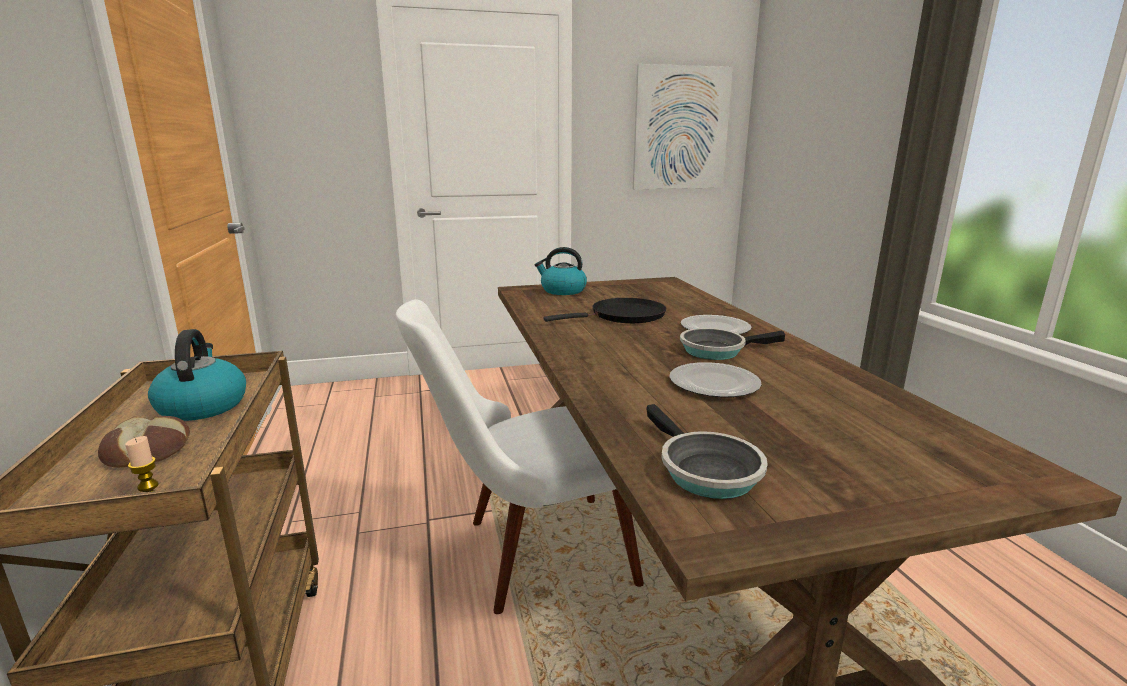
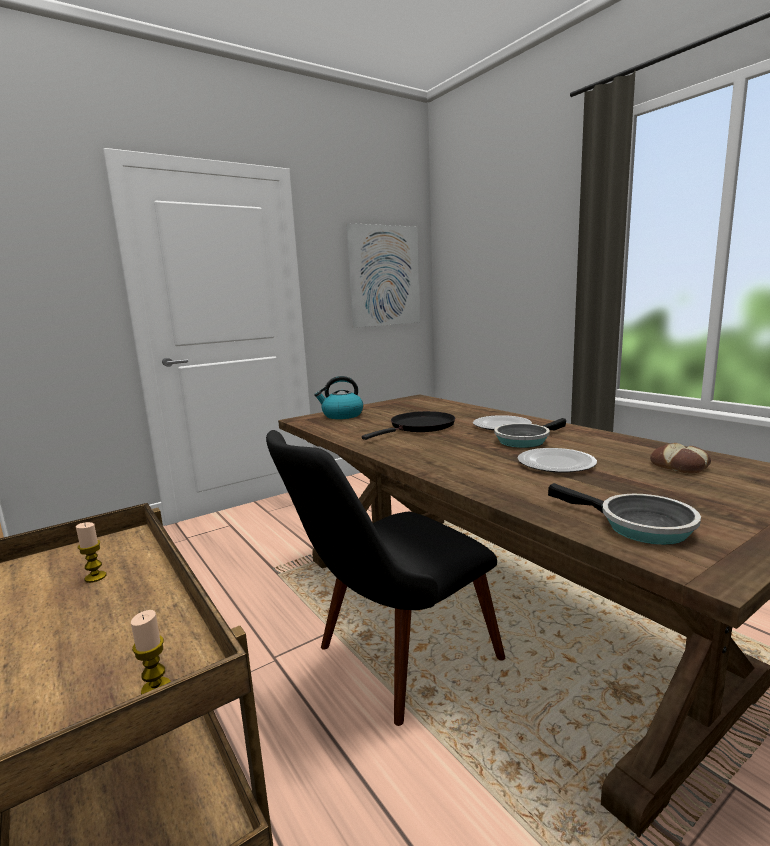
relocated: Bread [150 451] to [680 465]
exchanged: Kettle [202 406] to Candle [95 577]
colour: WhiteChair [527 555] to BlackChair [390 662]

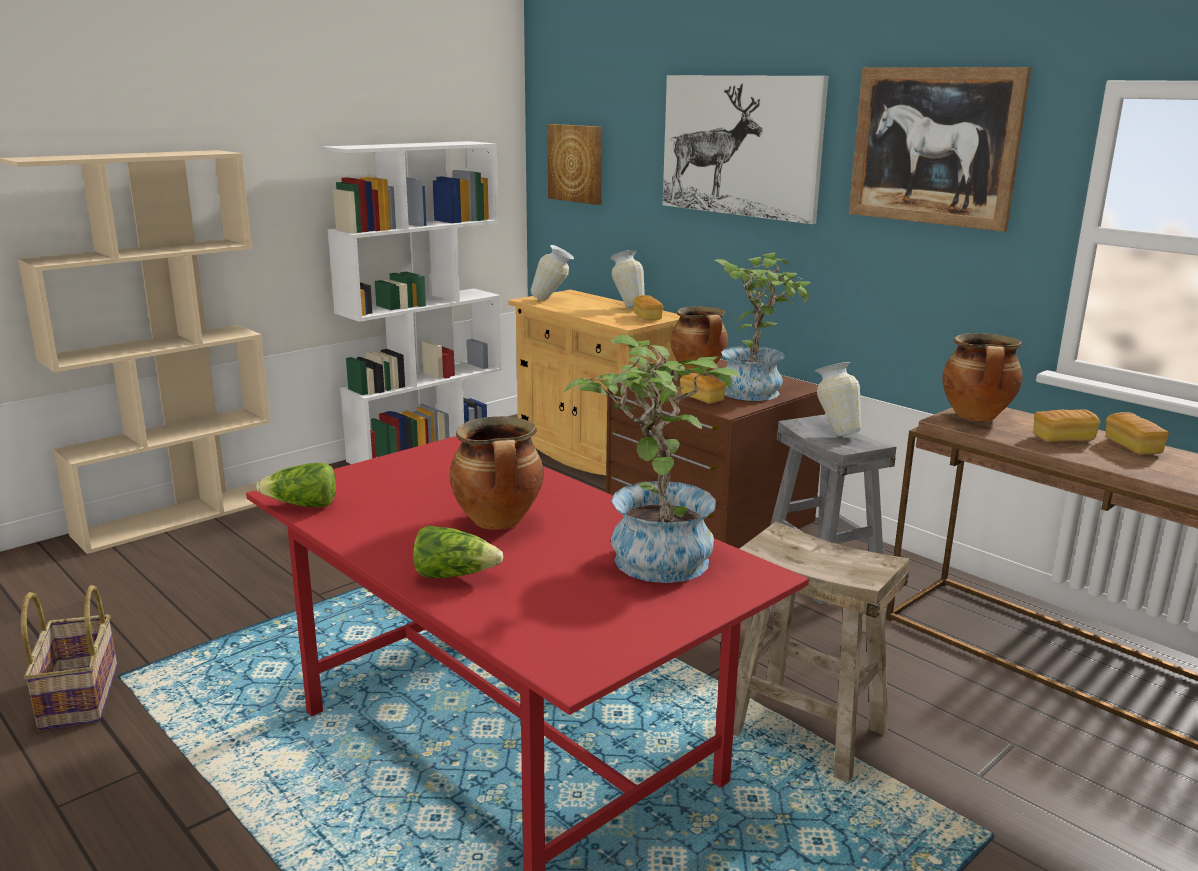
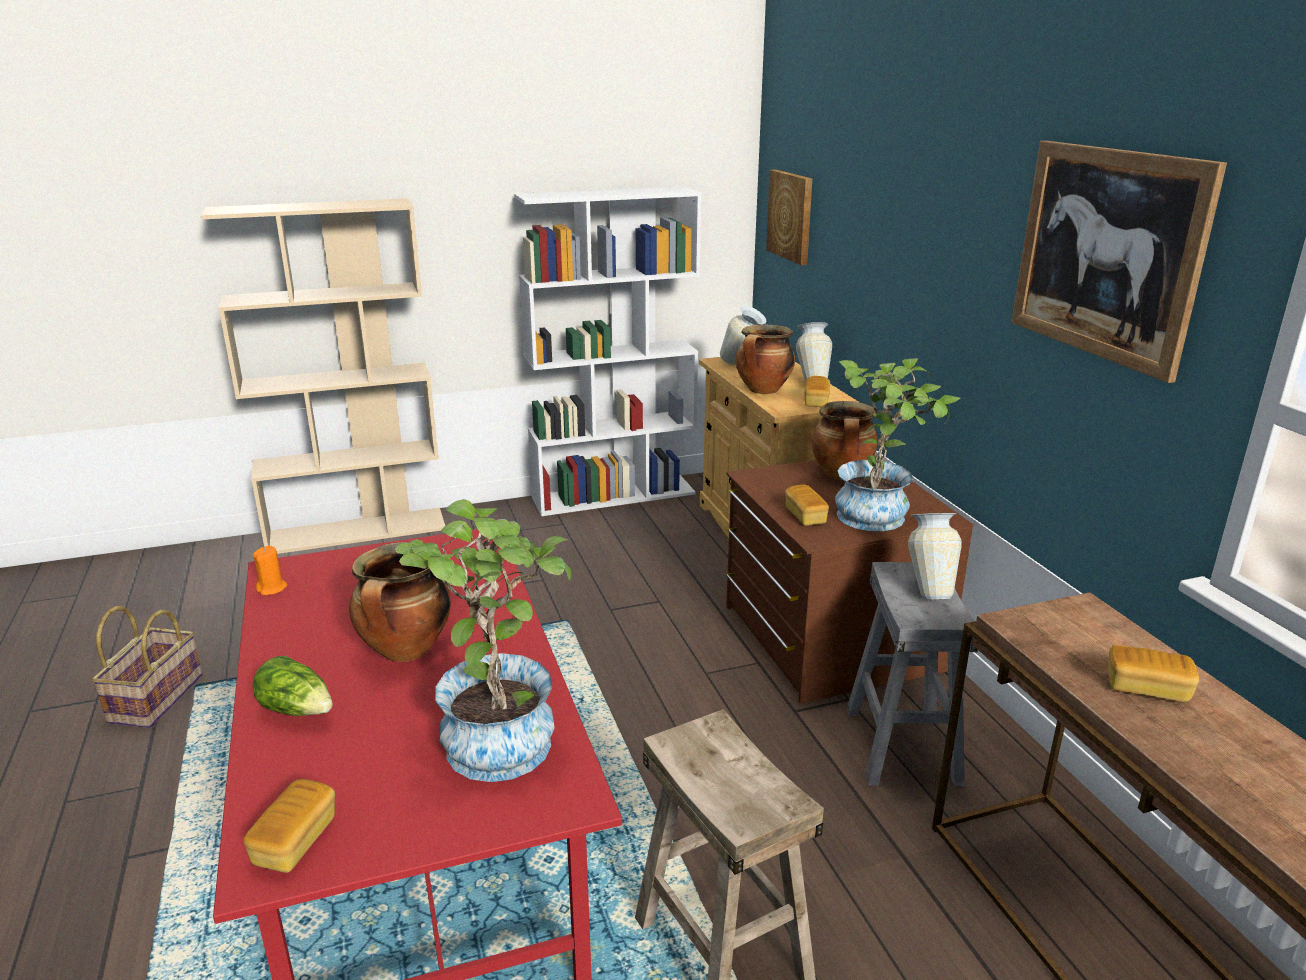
missing: Picture [740 146]
relocated: CookingPot [977 417] to [763 391]; Bread [1132 447] to [295 841]
exchanged: Lettuce [302 505] to OrangeCandle [272 588]

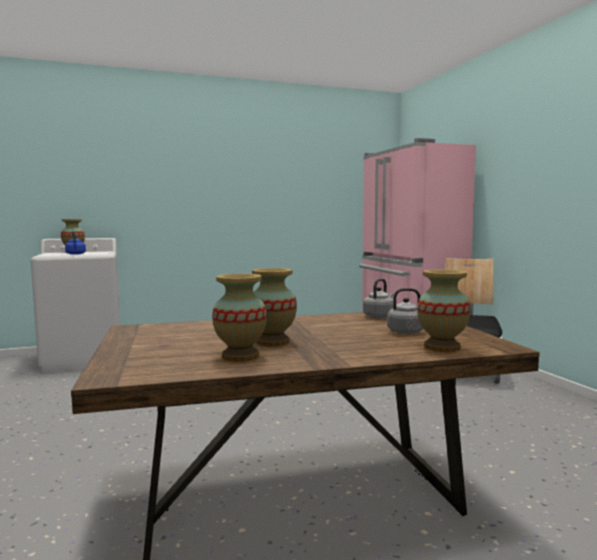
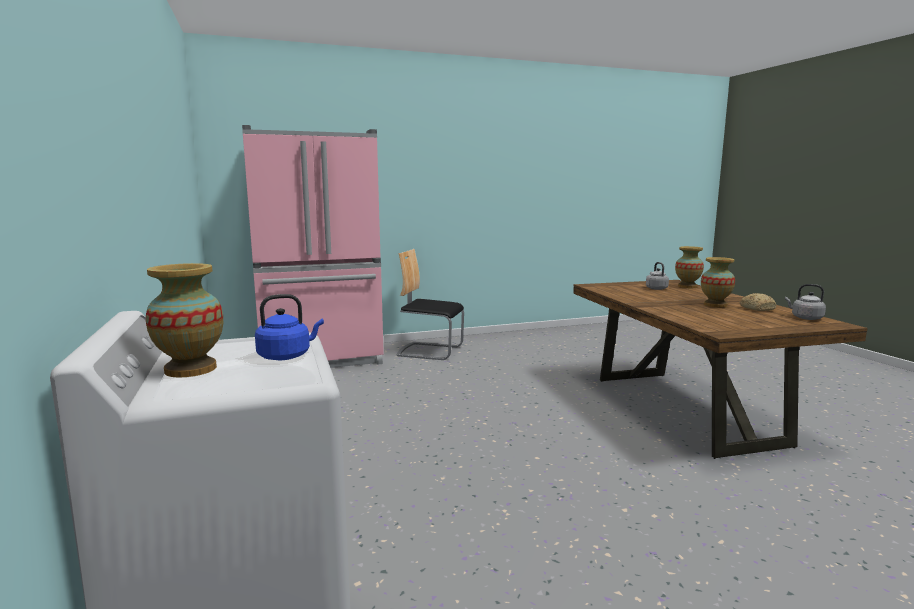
relocated: GreyKettle [379 316] to [805 318]
exchanged: Vase [240 356] to Bread [757 308]

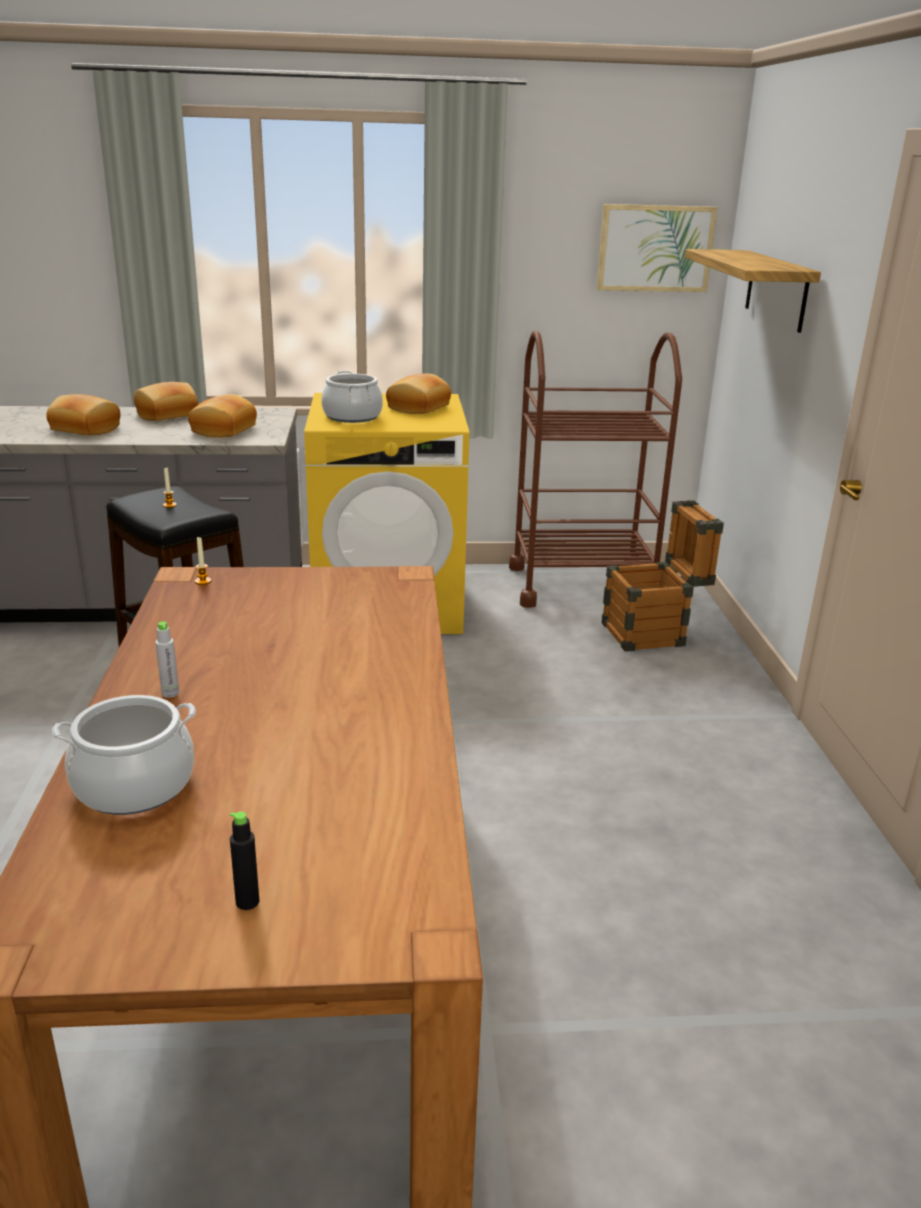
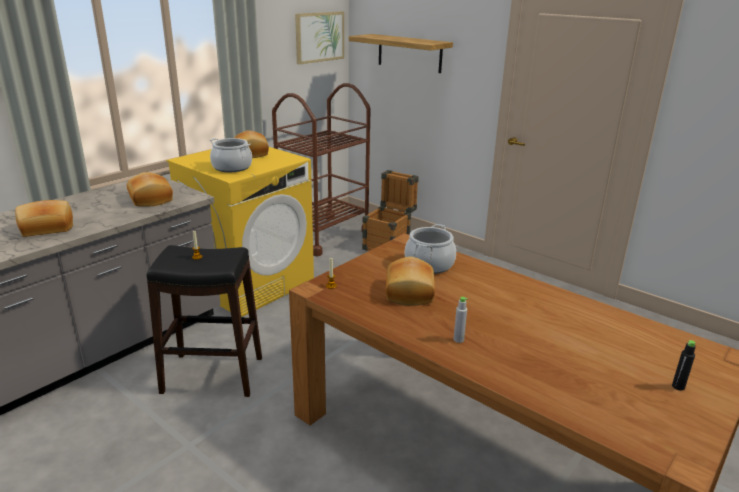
relocated: CookingPot [134 786] to [429 264]; Bread [167 415] to [411 292]

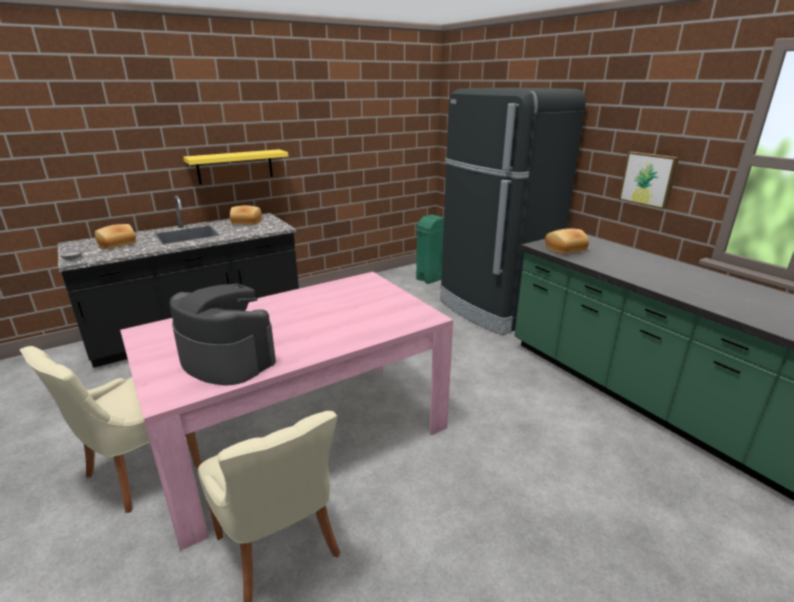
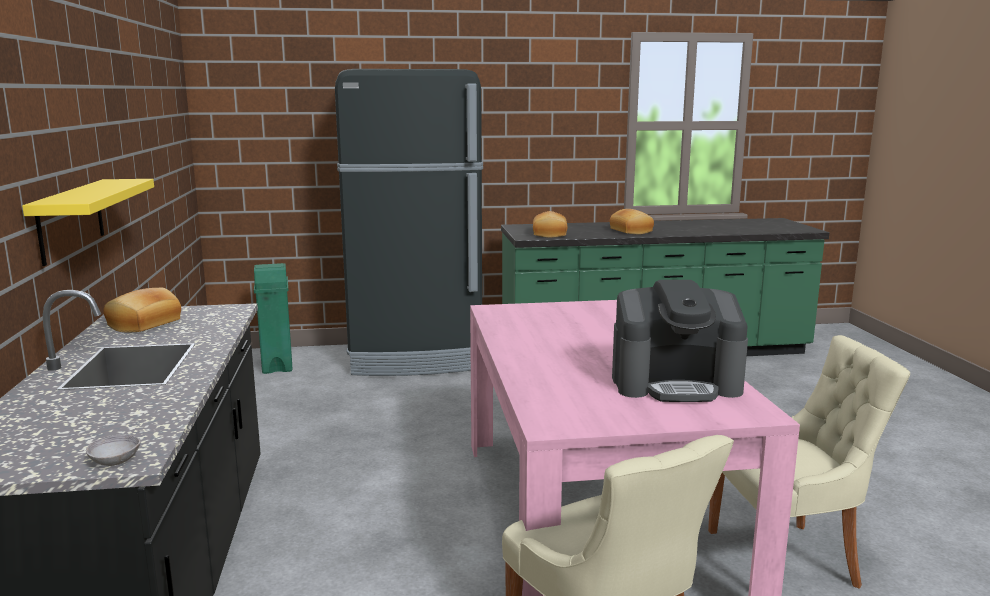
missing: Picture [649 179]
relocated: Bread [117 244] to [632 231]
spun: CoffeeMachine [226 359] = [675 383] 150 degrees counterclockwise

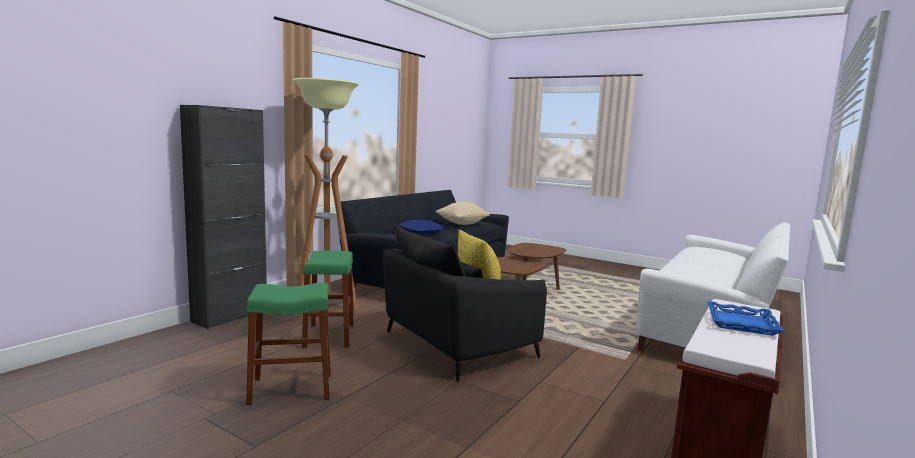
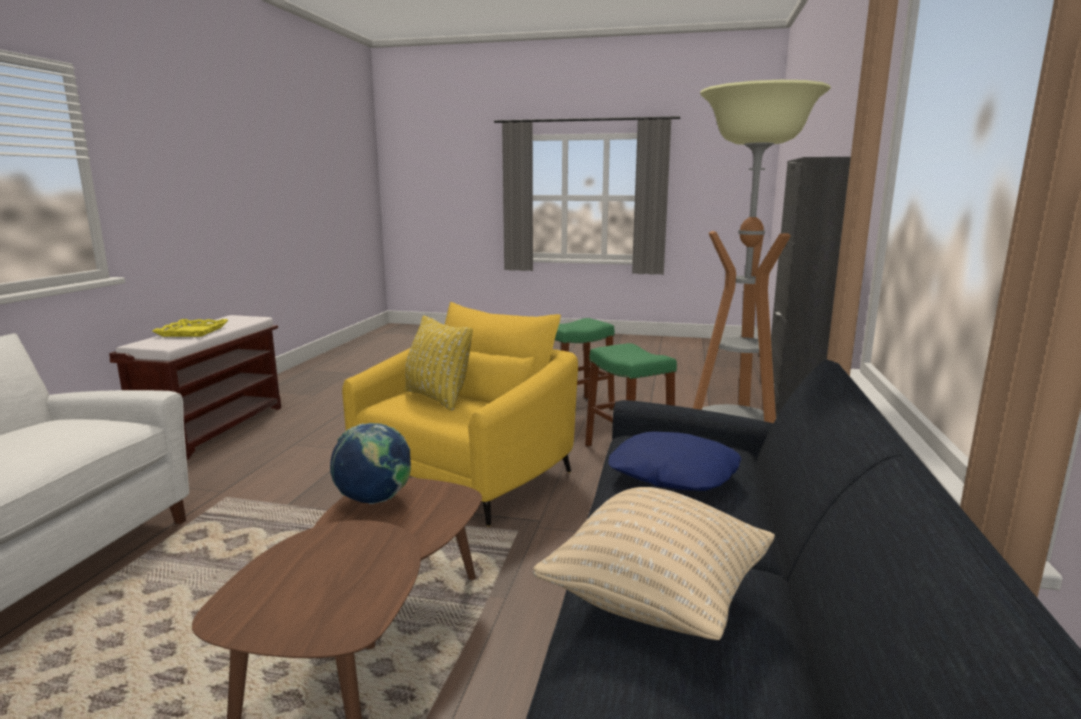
appeared: Globe [374 501]
colour: BlackArmchair [457 344] to YellowArmchair [465 473]; BlueTray [740 323] to YellowTray [193 332]

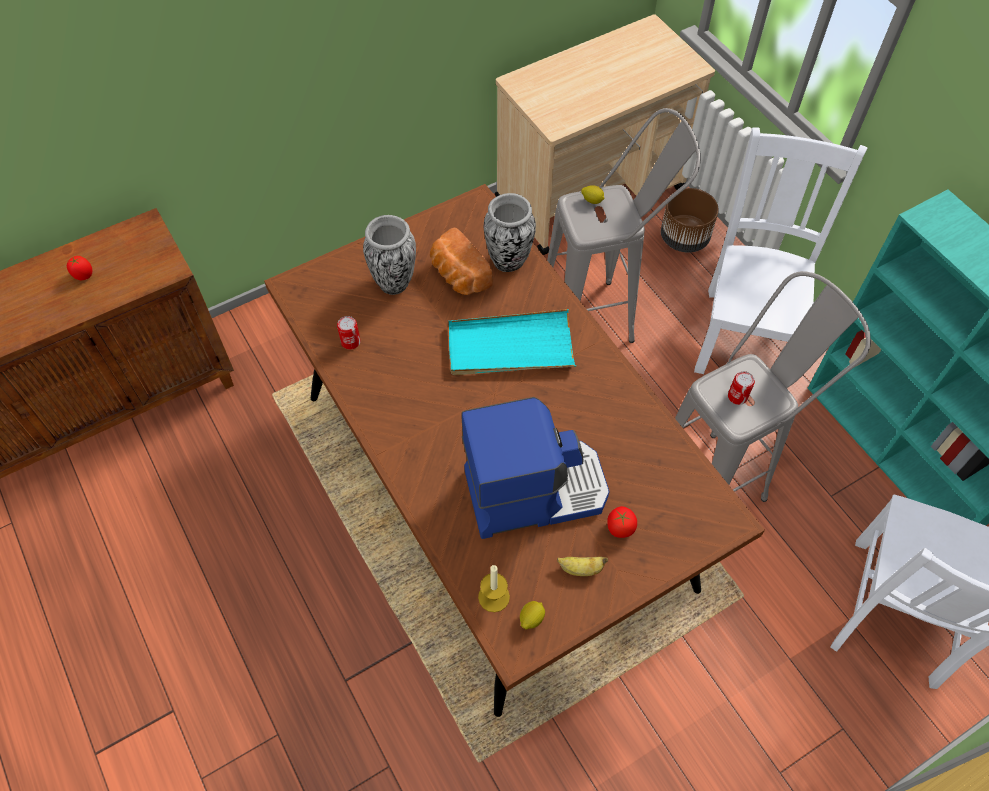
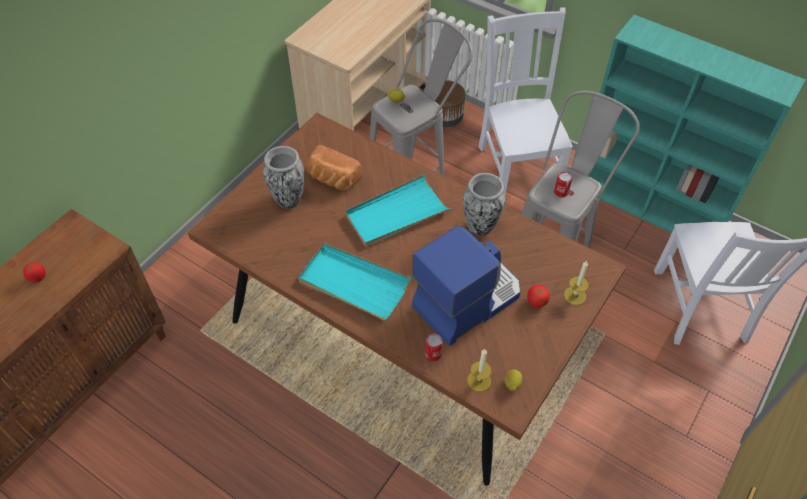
missing: Banana [580 569]
appeared: TurquoiseTray [353 283]; Candle [575 295]
relocated: Can [350 342] to [433 354]; Vase [509 262] to [480 227]

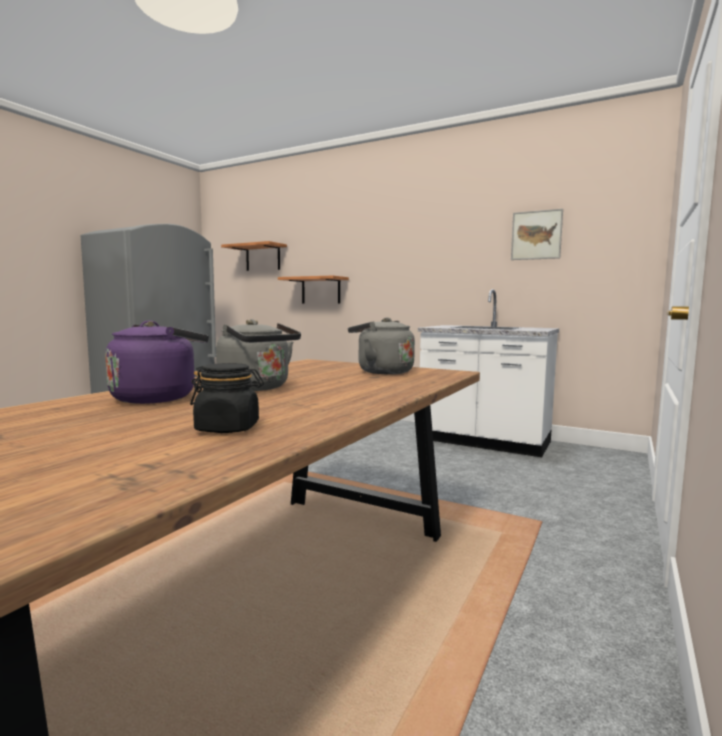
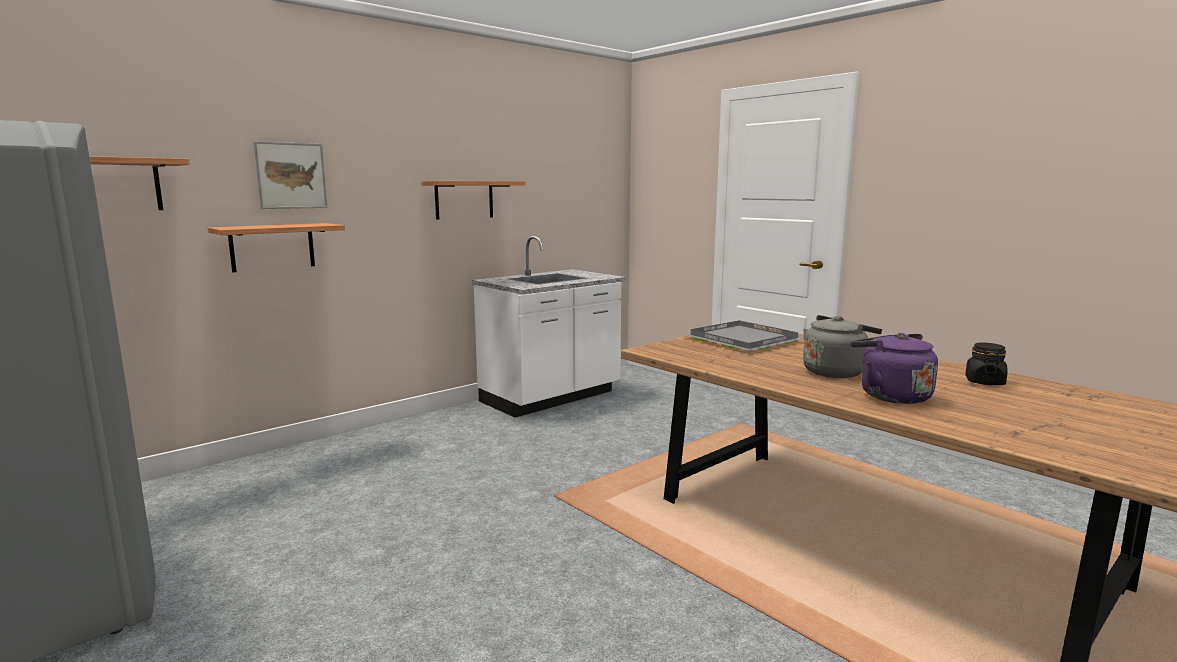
appeared: Shelf [464 199]
relocated: Picture [536 235] to [291 175]
exchanged: GreyKettle [381 372] to GreyTray [741 340]

